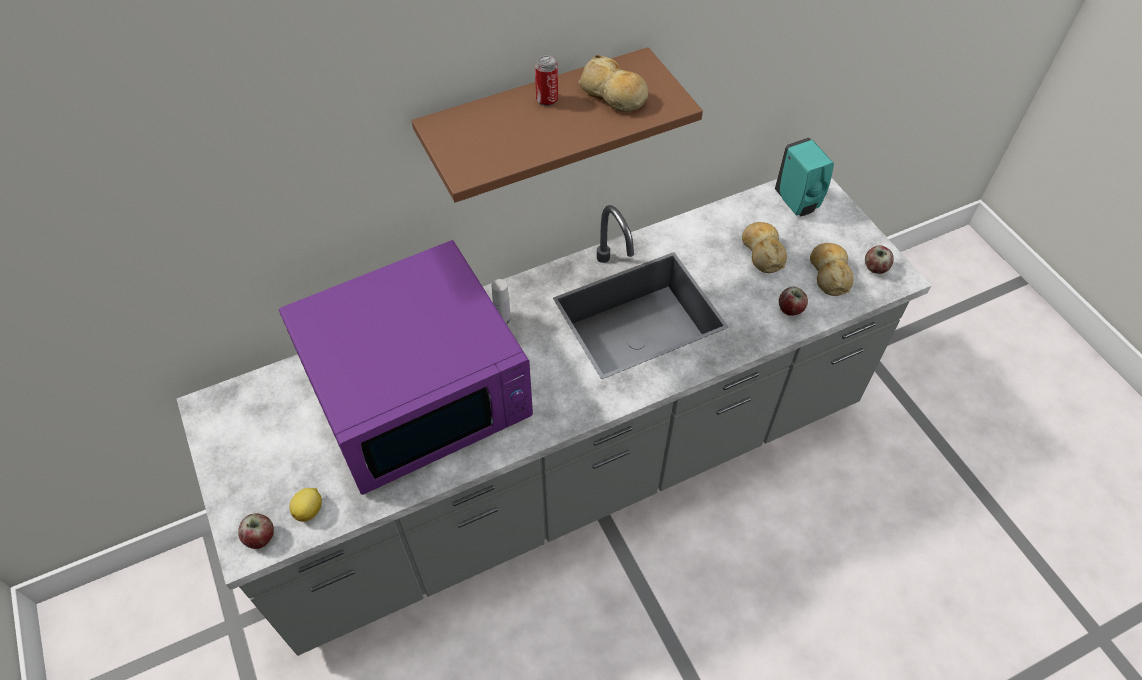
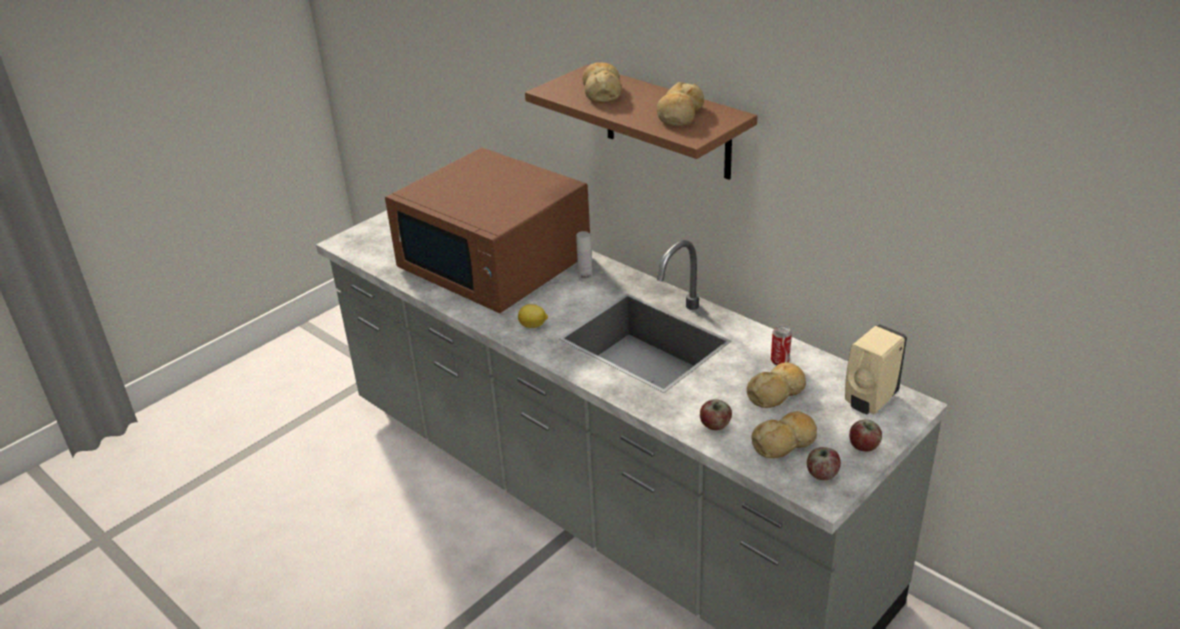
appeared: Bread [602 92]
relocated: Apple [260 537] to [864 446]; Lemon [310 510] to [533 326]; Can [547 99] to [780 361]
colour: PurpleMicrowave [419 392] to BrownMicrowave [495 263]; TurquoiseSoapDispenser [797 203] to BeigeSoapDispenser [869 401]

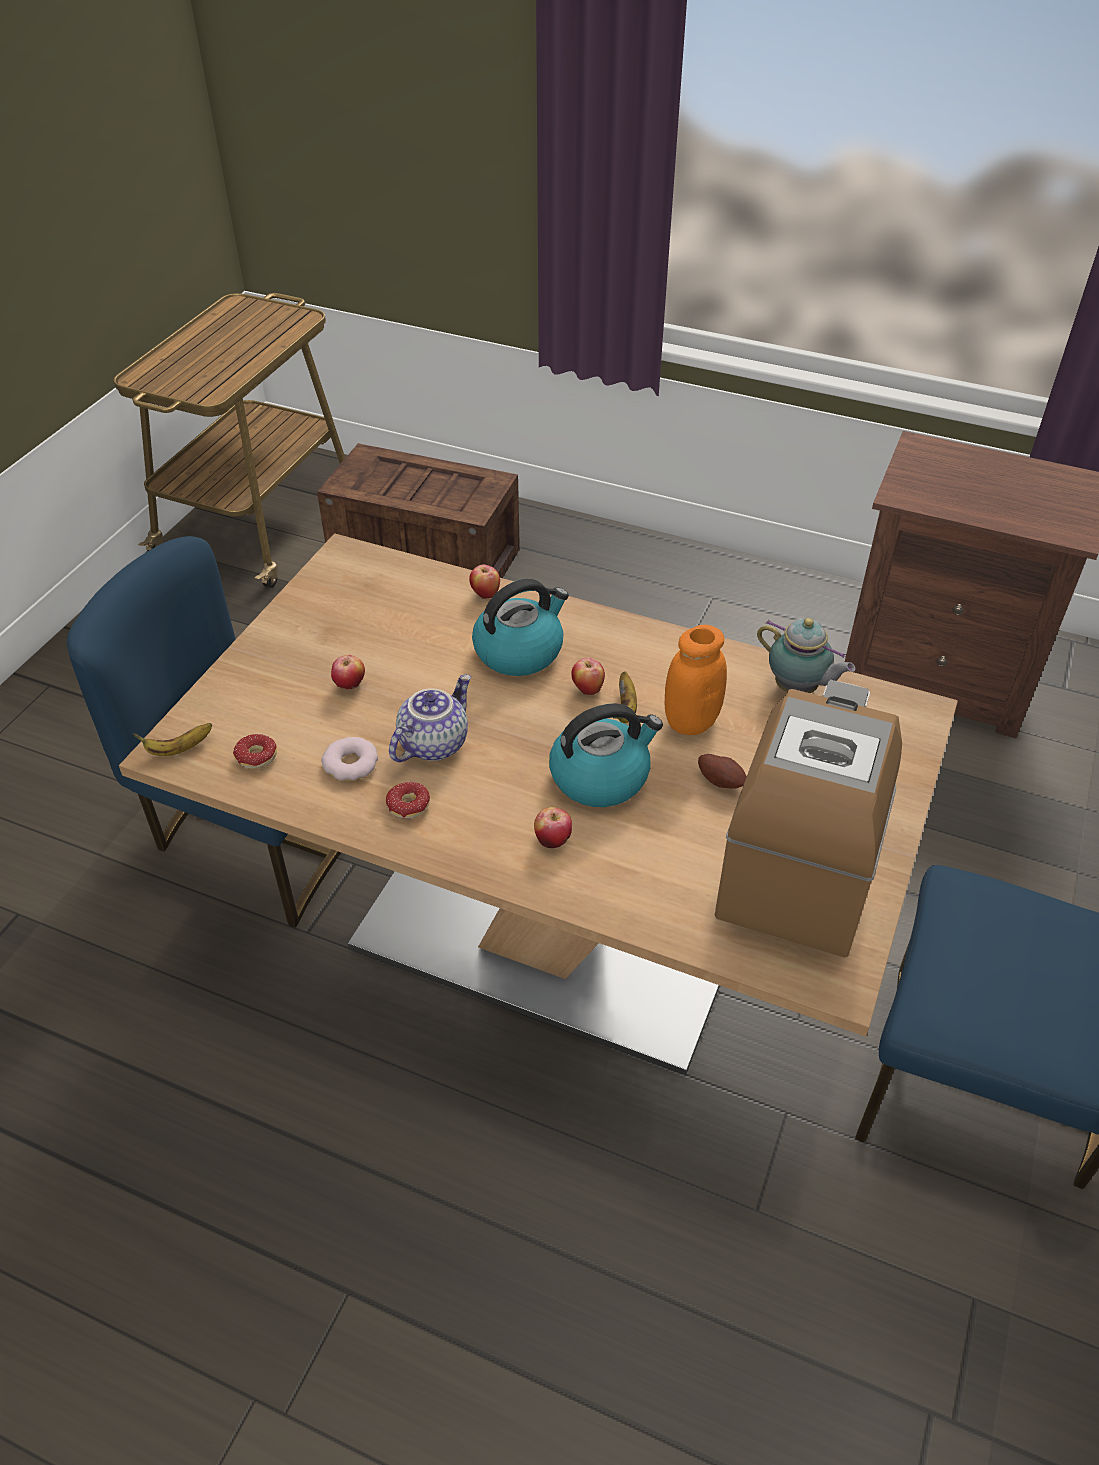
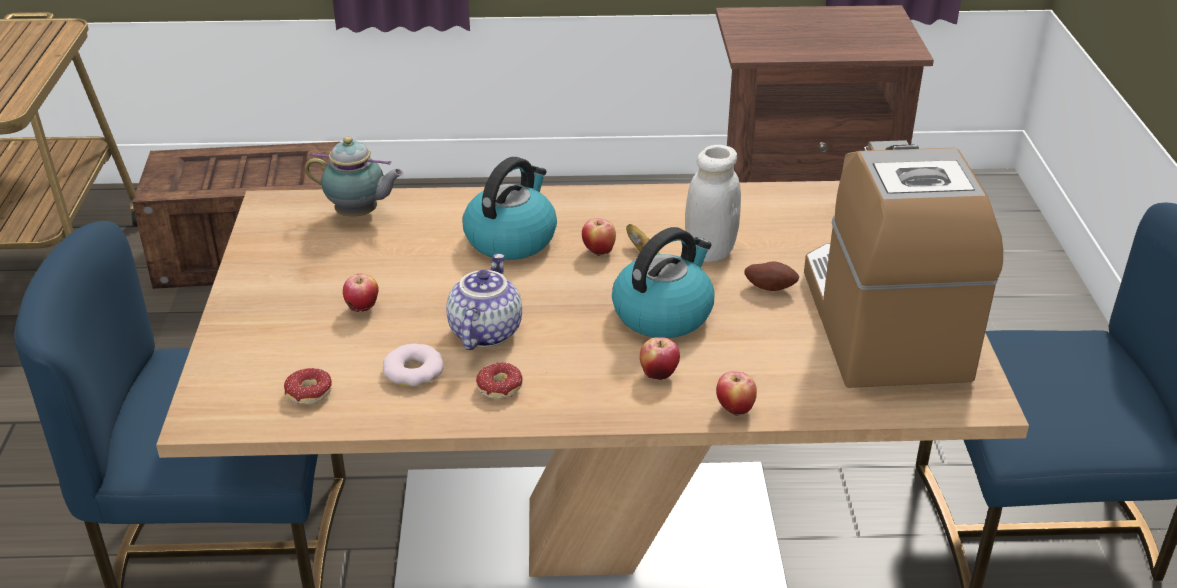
missing: Banana [178 749]
relocated: Apple [485 594] to [734 410]; Teapot [798 689] to [359 214]
colour: OrangeJar [691 722] to WhiteJar [710 251]

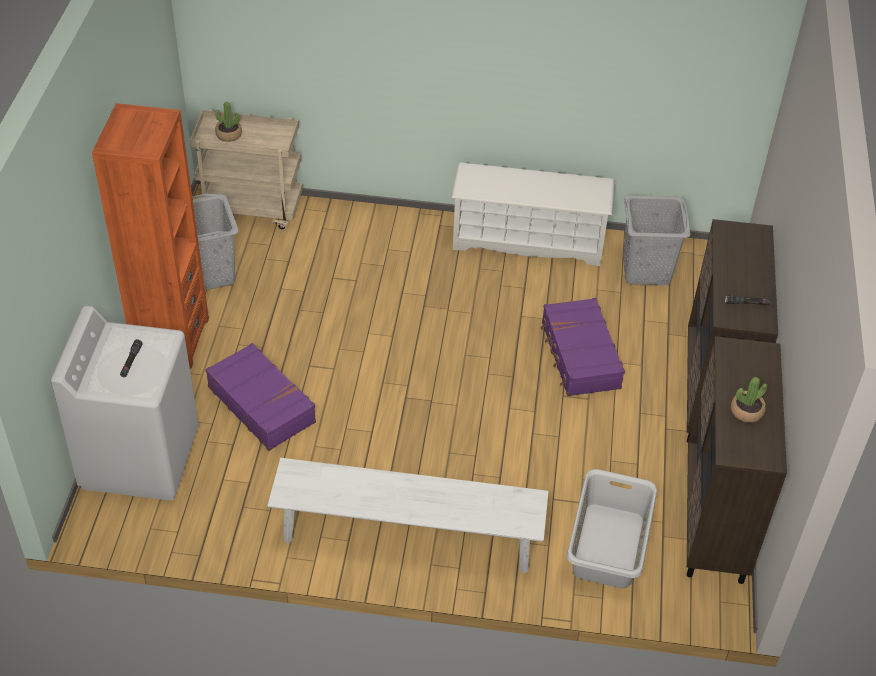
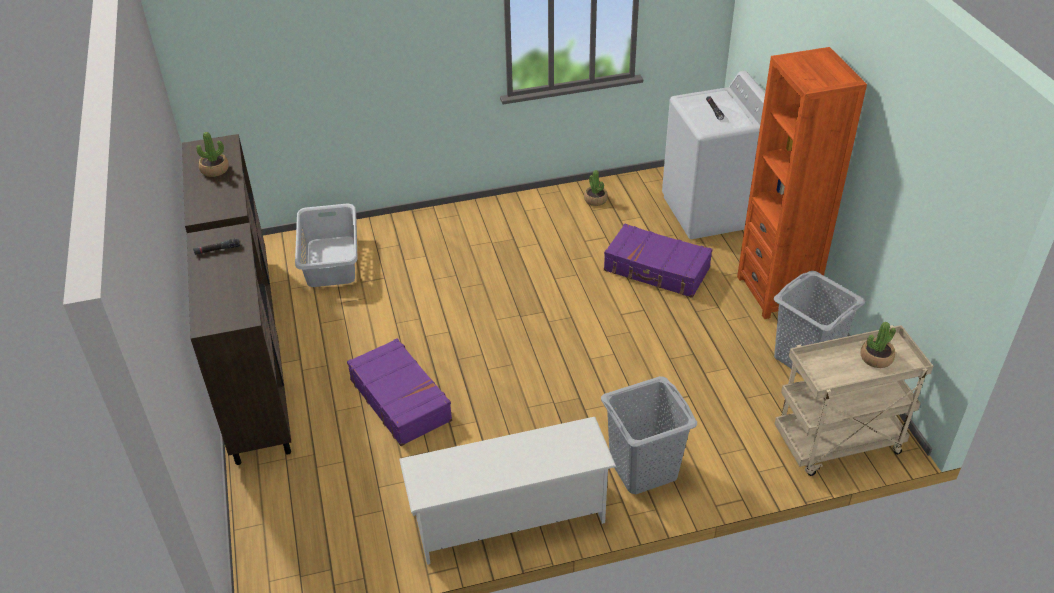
missing: WhiteBench [408 538]
appeared: PottedPlant [595 200]
relocated: GreyLaundryBasket [646 270] to [642 468]

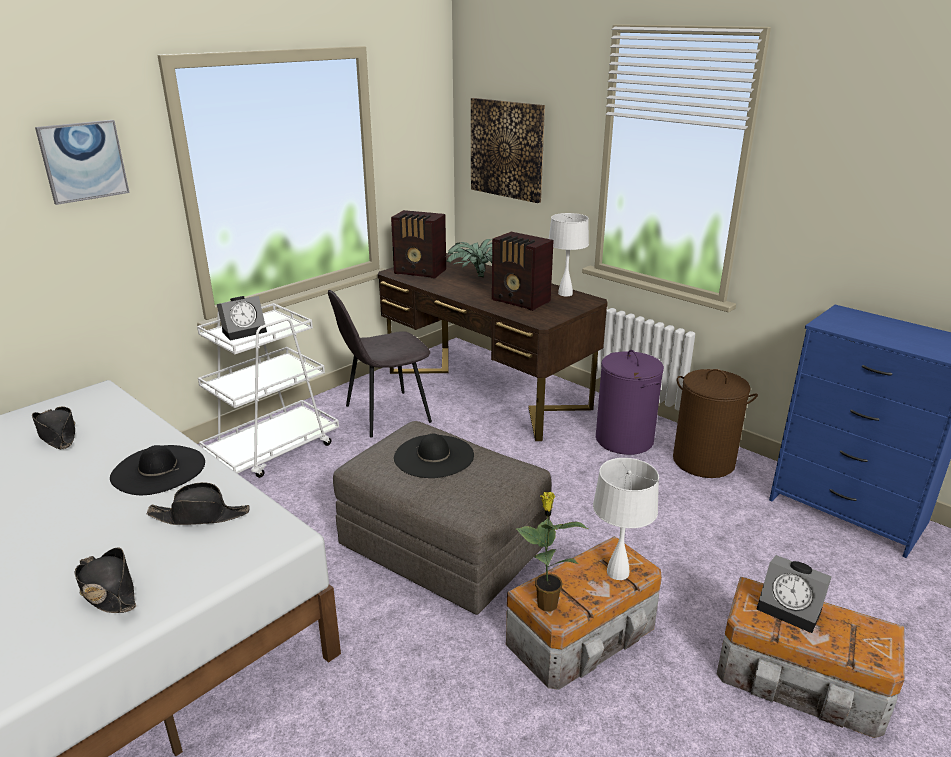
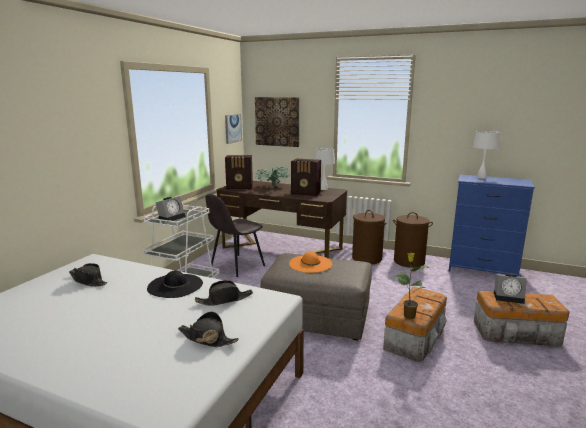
relocated: Picture [83 161] to [232 128]; WhiteTableLamp [618 572] to [481 177]
colour: BlackHat [434 456] to OrangeHat [310 264]; PurpleLaundryBasket [624 440] to BrownLaundryBasket [367 258]

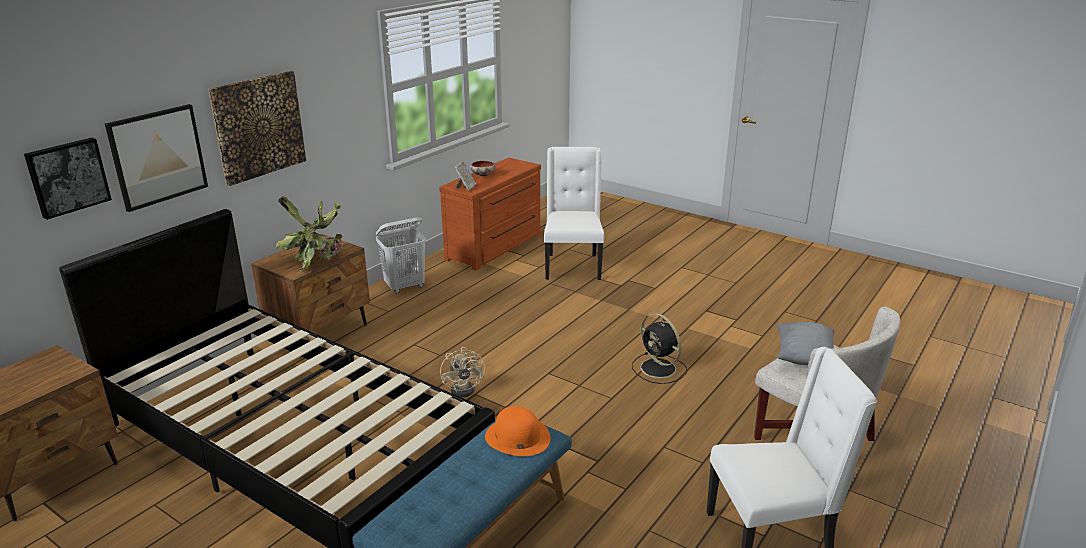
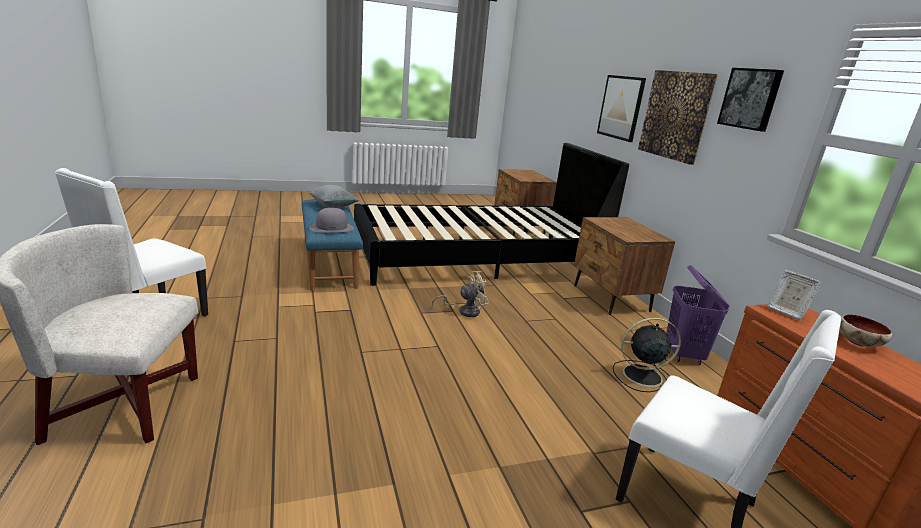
missing: PottedPlant [317 257]
relocated: Picture [67 177] to [751 99]; BlackFan [659 369] to [640 375]; GreyPillow [803 357] to [333 206]
colour: WhiteLaundryBasket [405 286] to PurpleLaundryBasket [683 354]; OrangeHat [517 437] to GreyHat [331 227]
spun: BeigeFan [466 388] = [464 311] 135 degrees clockwise

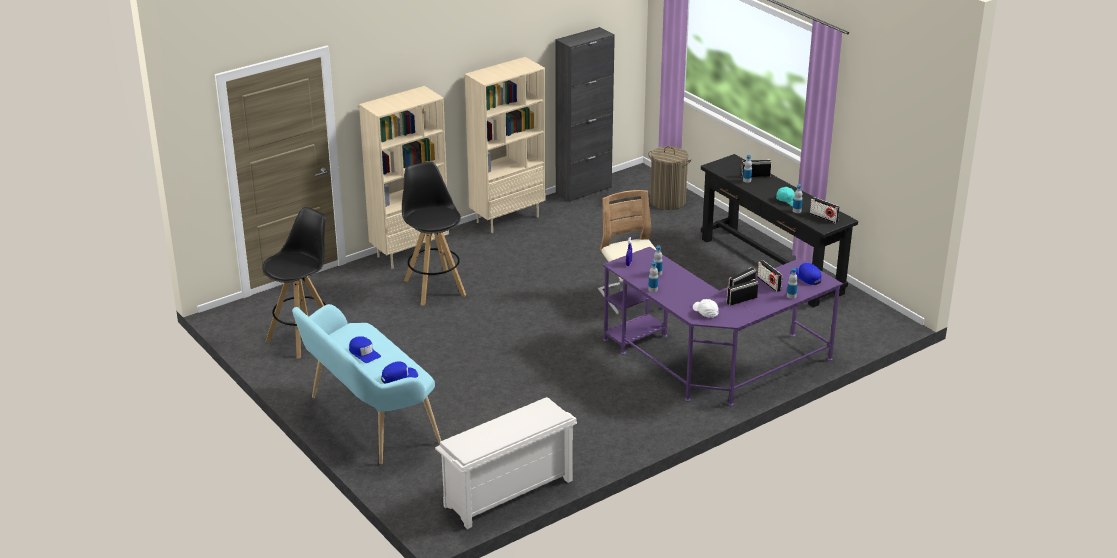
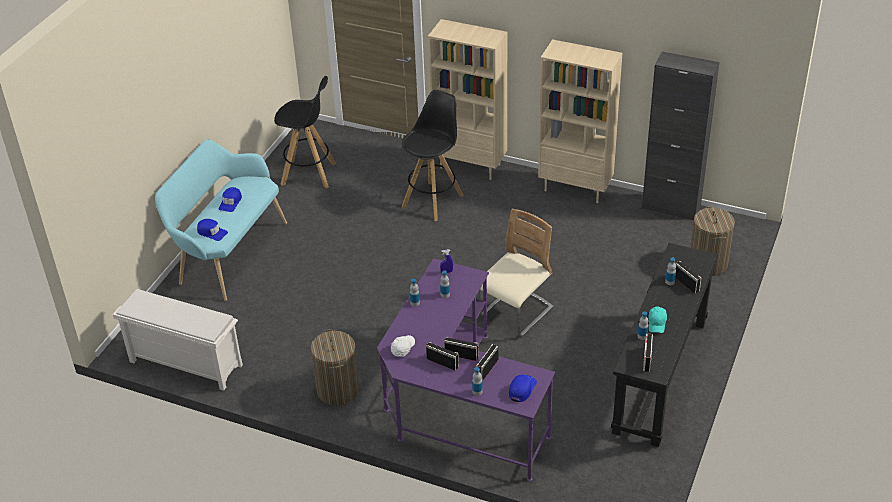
appeared: LaundryBasket [338 390]

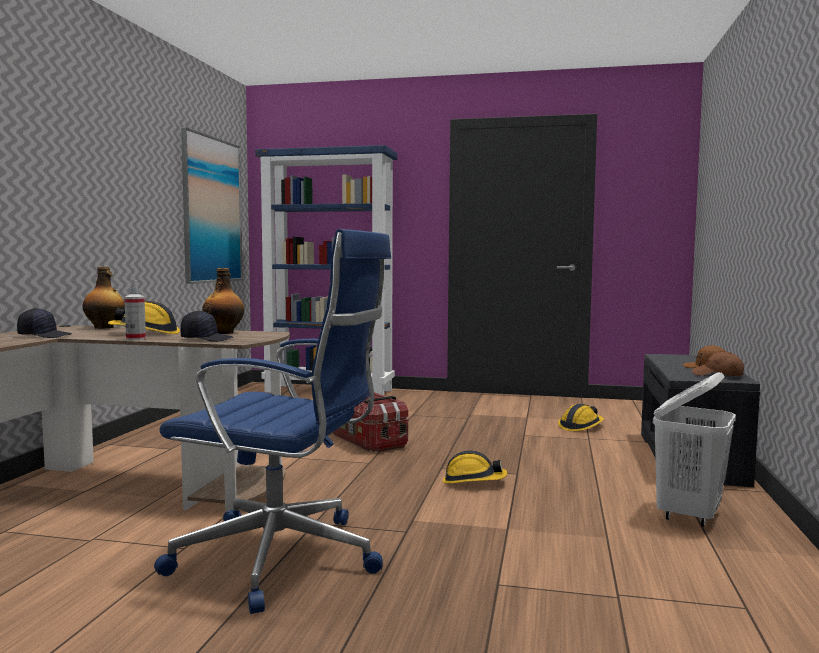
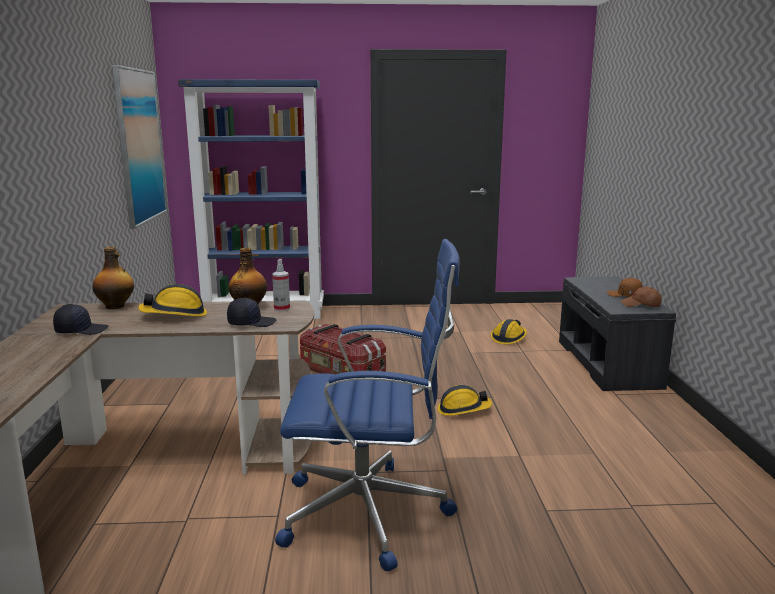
missing: WhiteLaundryBasket [689 515]
relocated: SprayBottle [136 339] to [282 309]

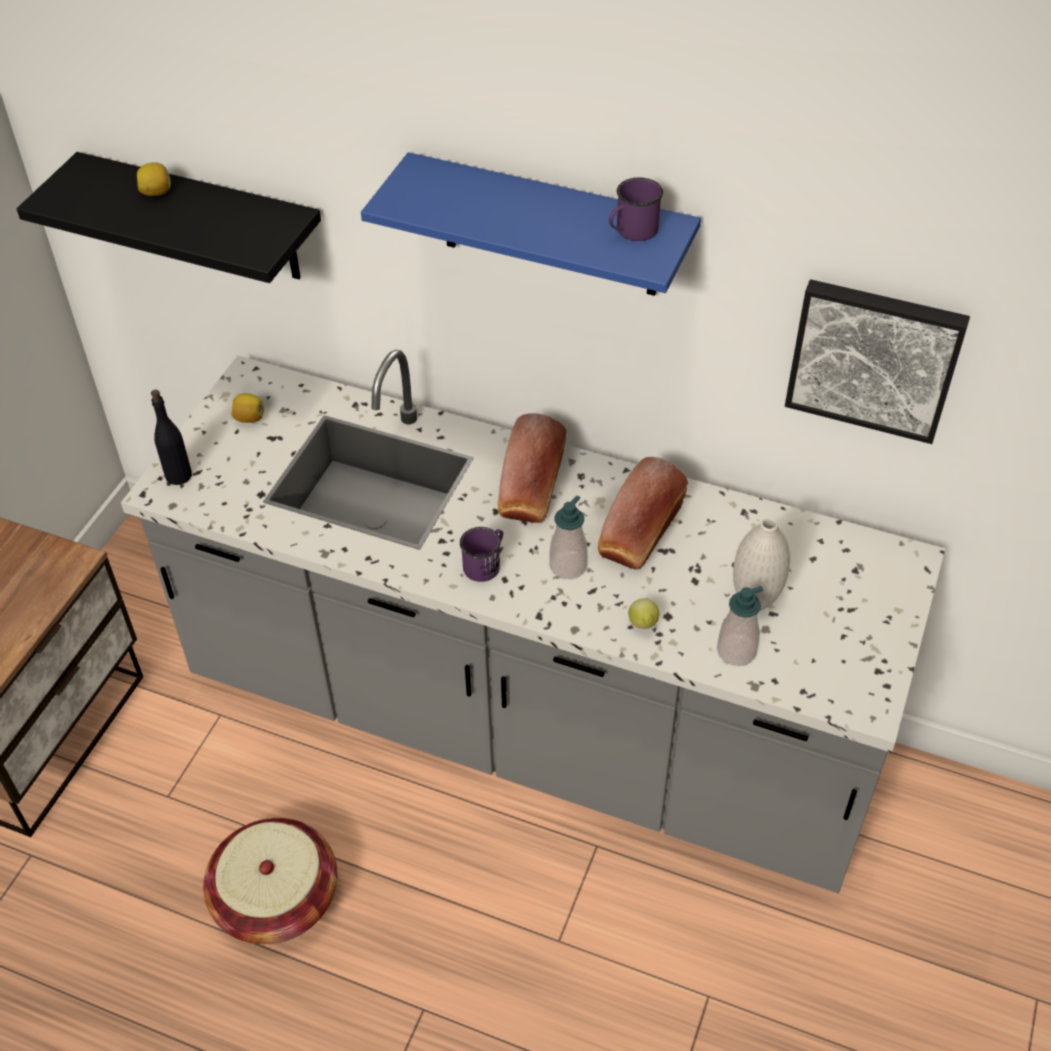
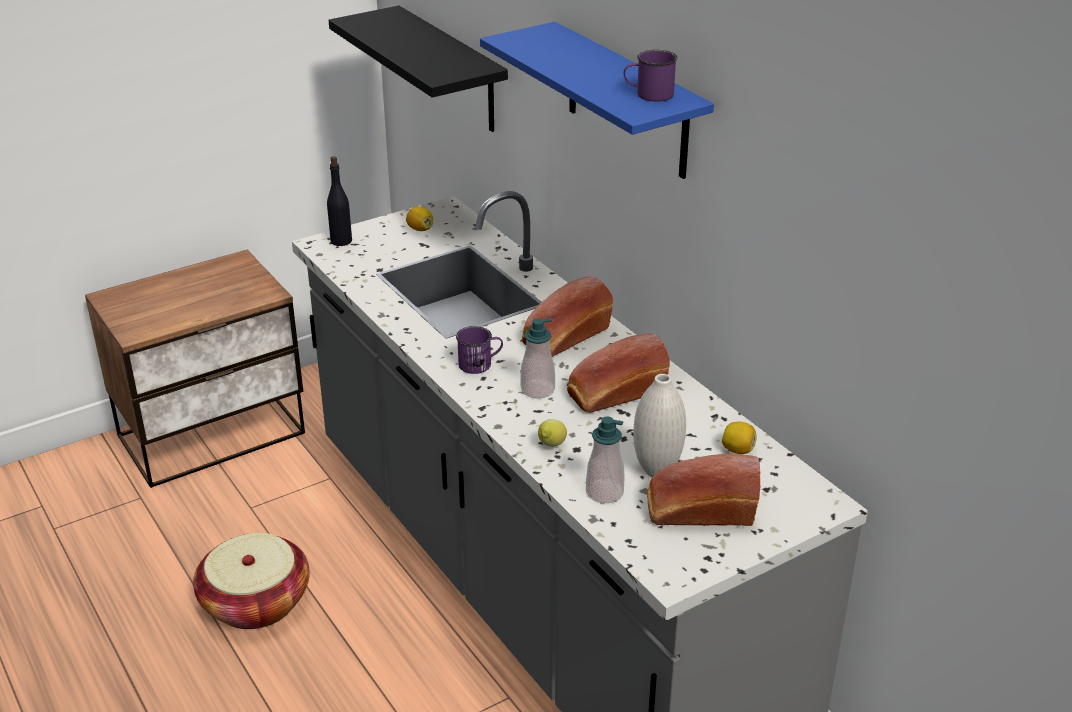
missing: Picture [874 357]
appeared: Bread [699 511]
relocated: Lemon [156 193] to [738 450]

